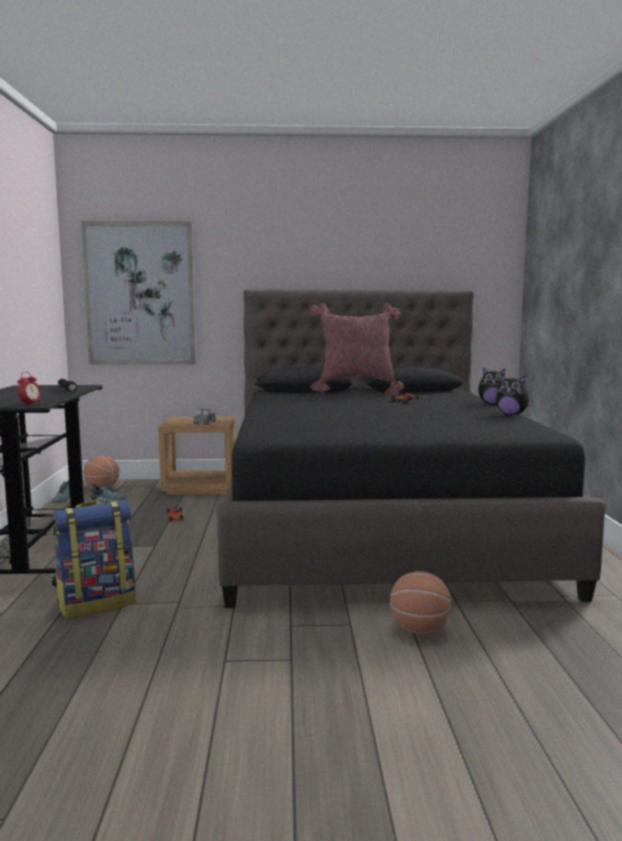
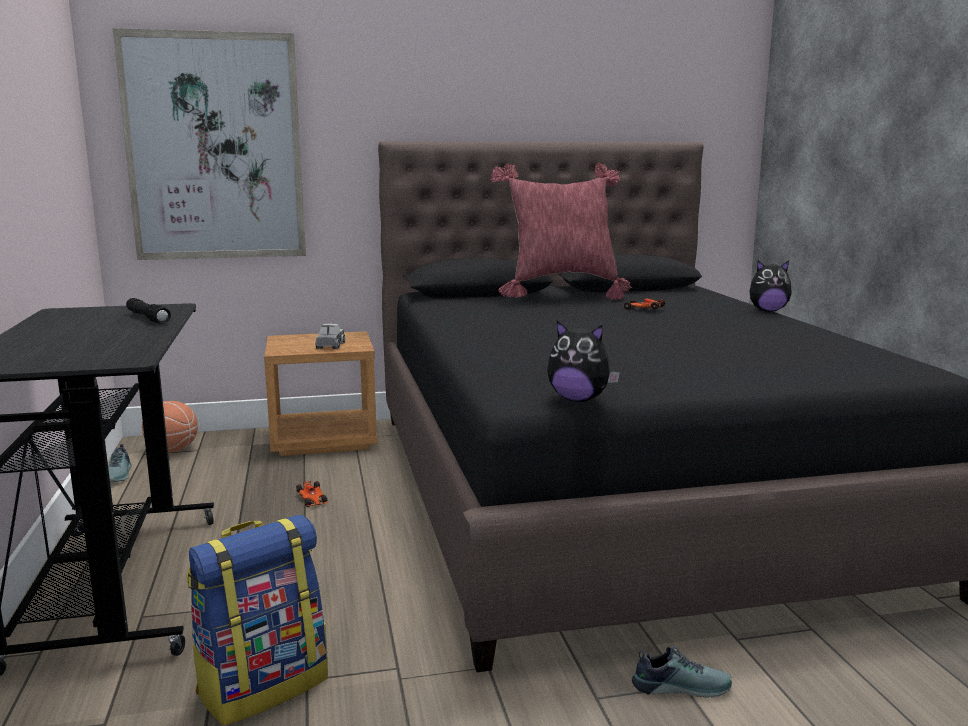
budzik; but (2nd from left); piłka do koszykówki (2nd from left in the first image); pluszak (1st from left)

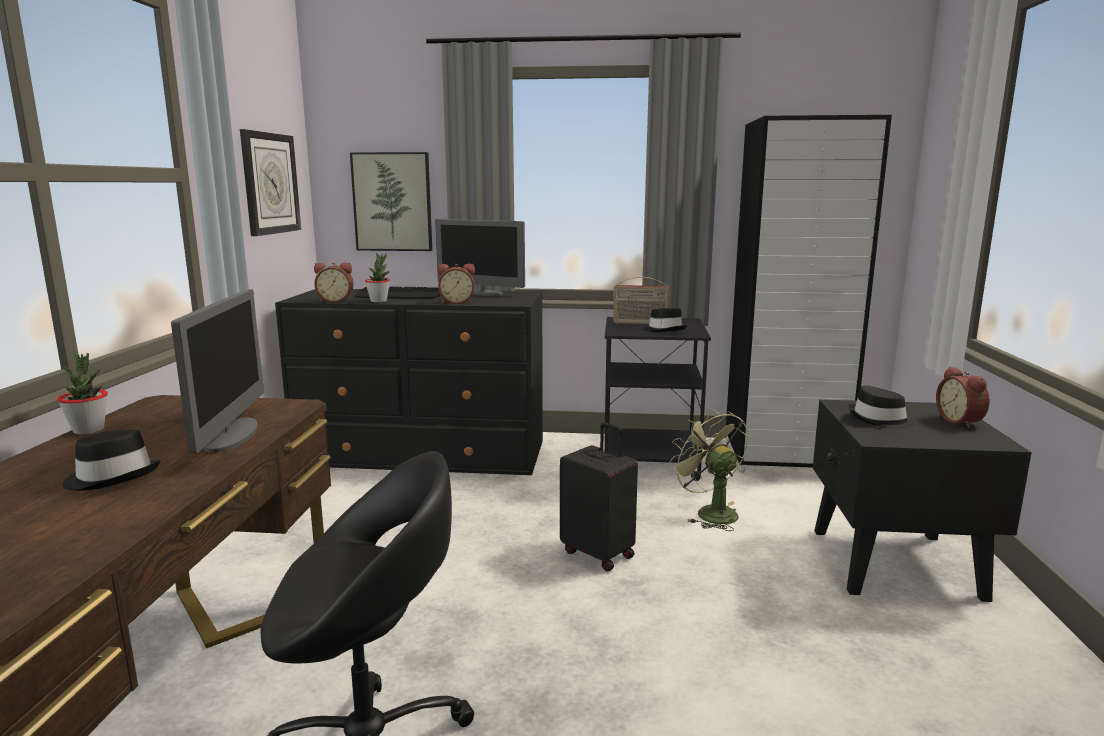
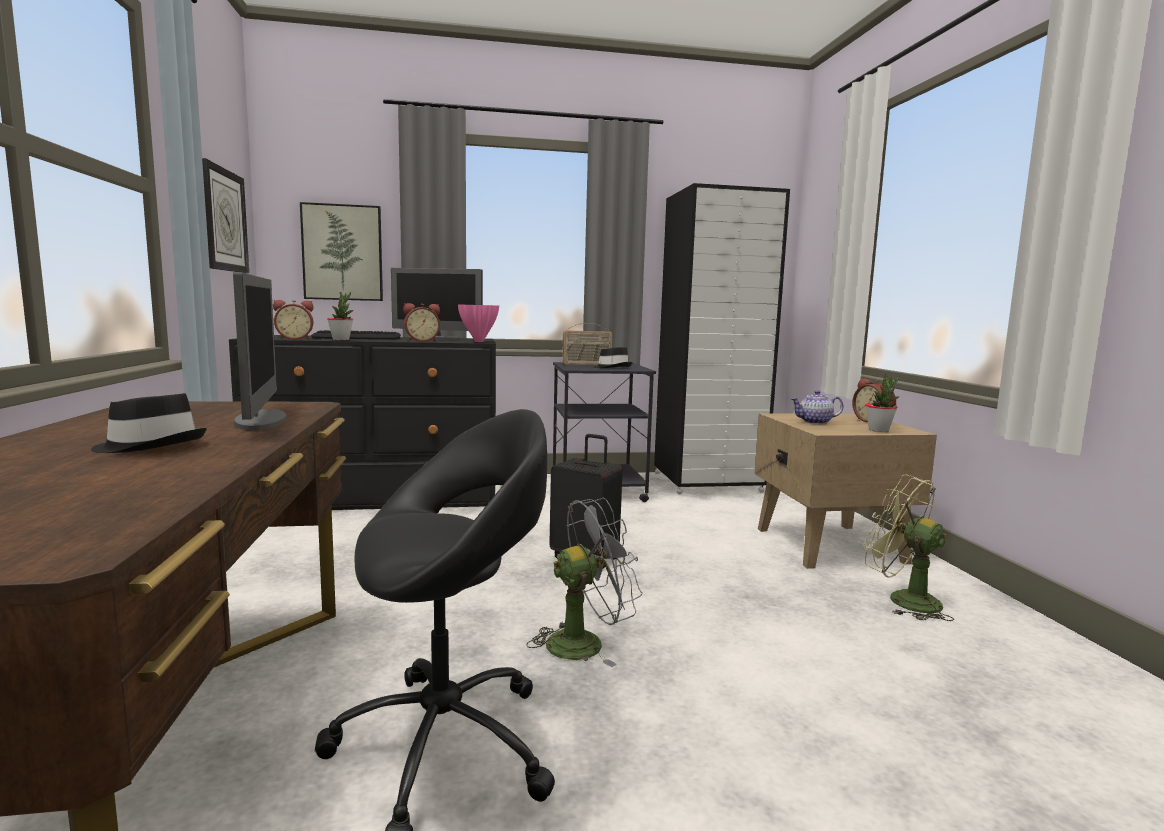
roślina doniczkowa (2nd from left); wentylator (zielony); szafka nocna (beżowy); imbryk; wazon (różowy); wentylator (szary)

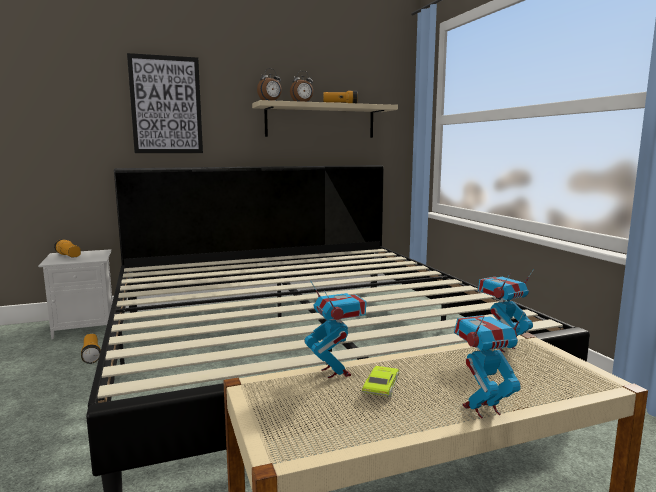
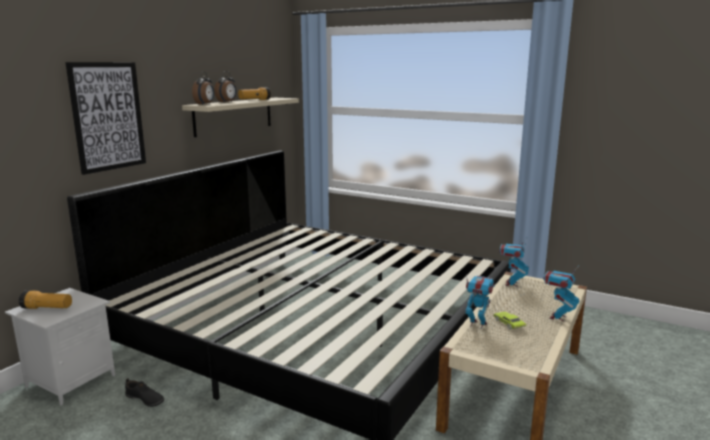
but (czarny)

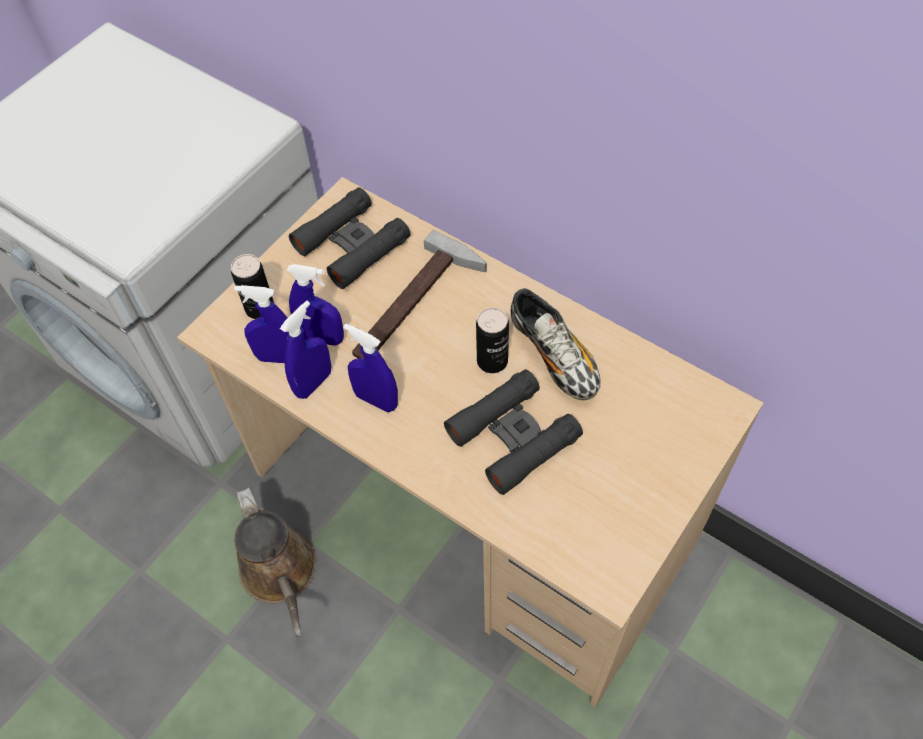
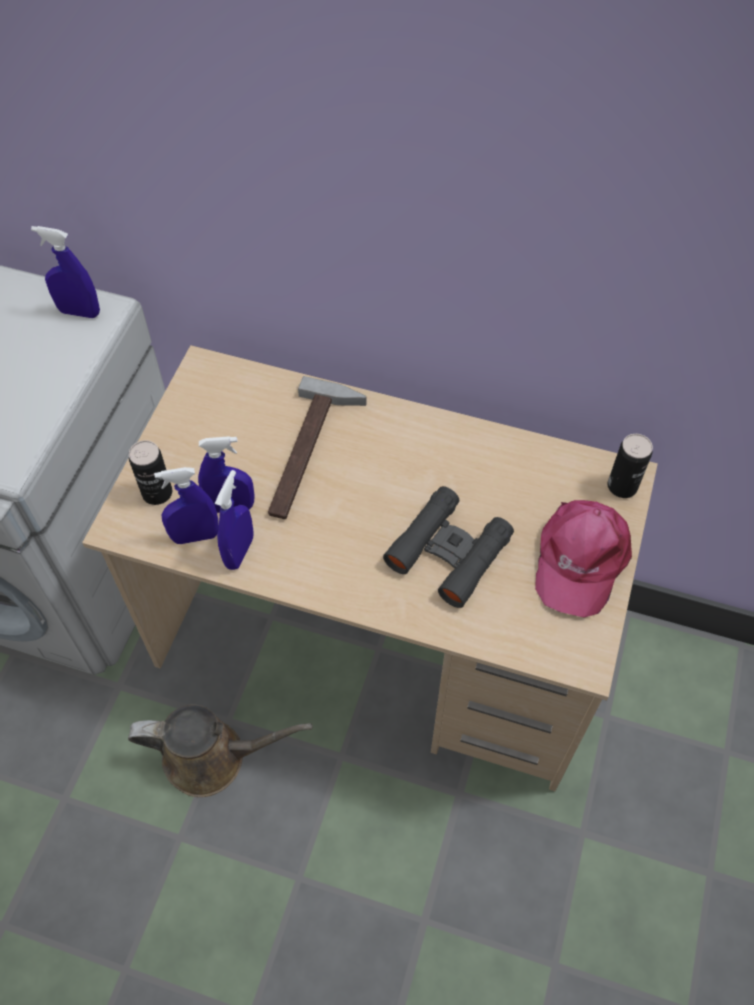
konewka (brązowy); lornetka (czarny) (1st from left in the first image); spryskiwacz (niebieski) (1st from left); puszka (2nd from left); but; czapka z daszkiem (różowy)

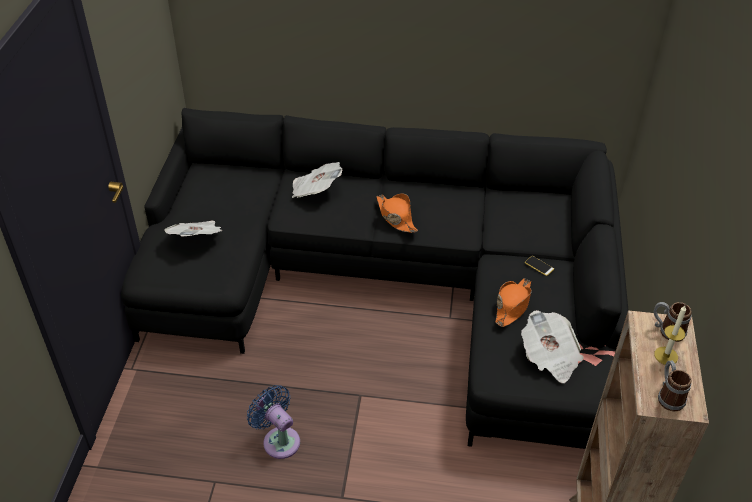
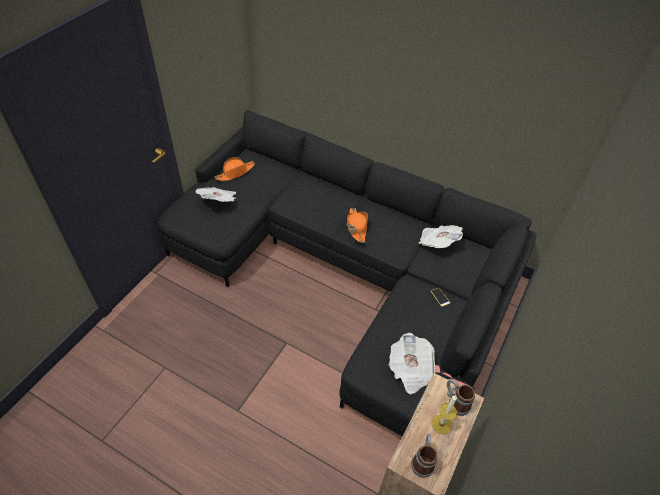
wentylator (niebieski); gazeta (3rd from left); kapelusz (pomarańczowy) (1st from left)

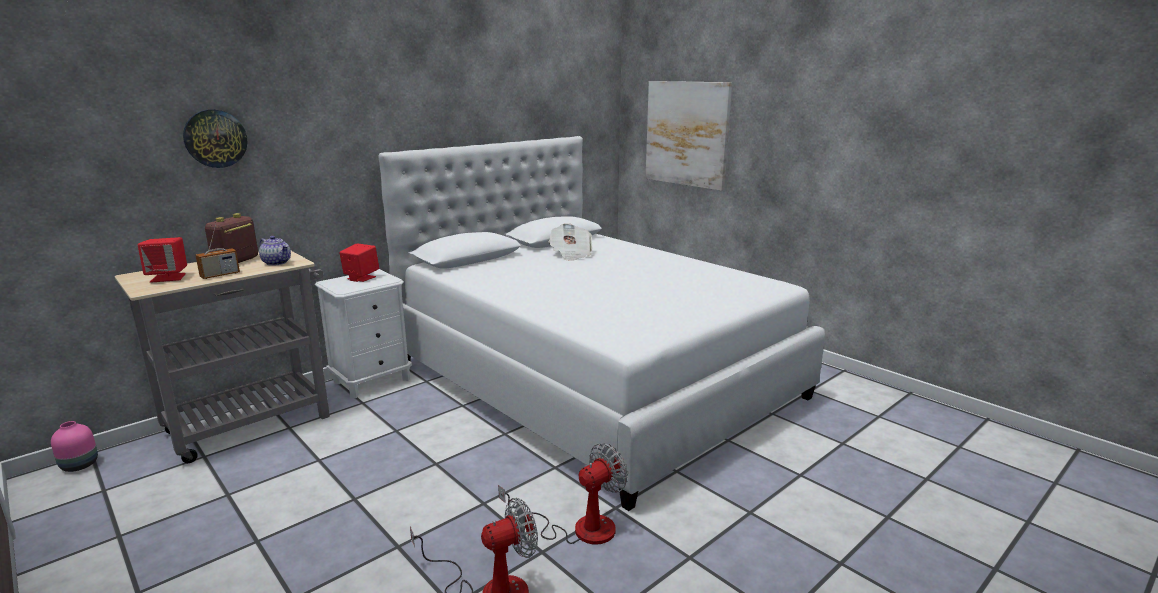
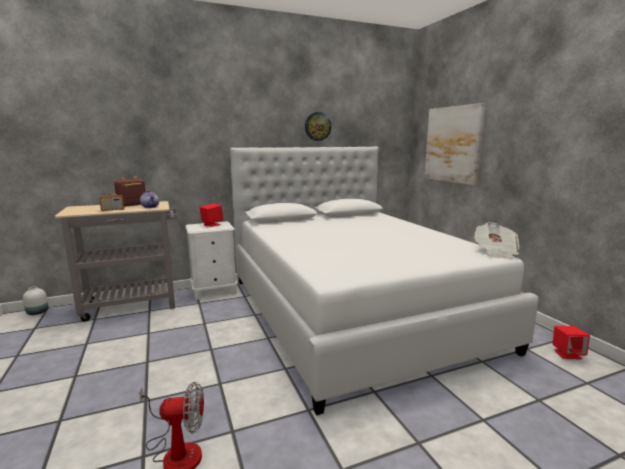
wazon (biały); głośnik (czerwony) (2nd from left); zegar ścienny; wentylator (2nd from left in the first image); gazeta

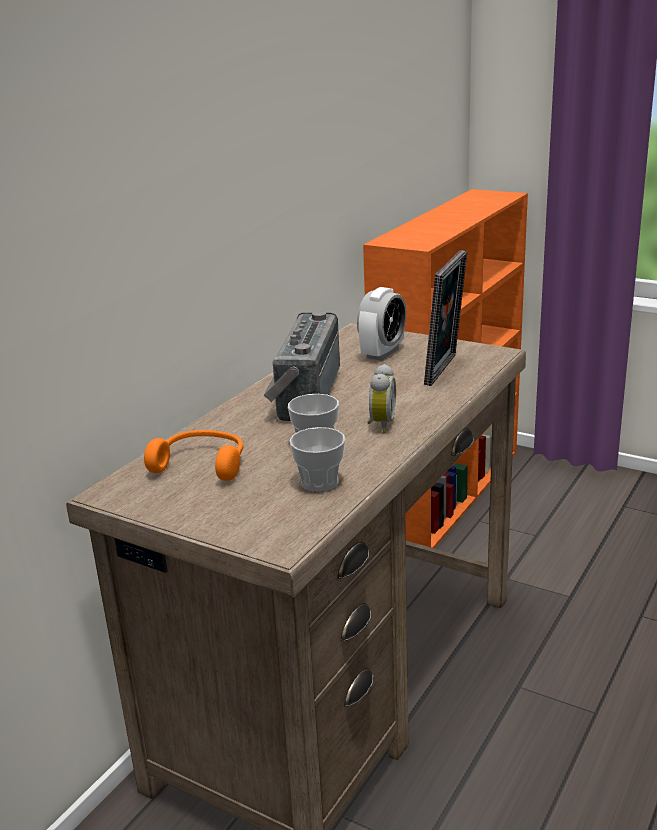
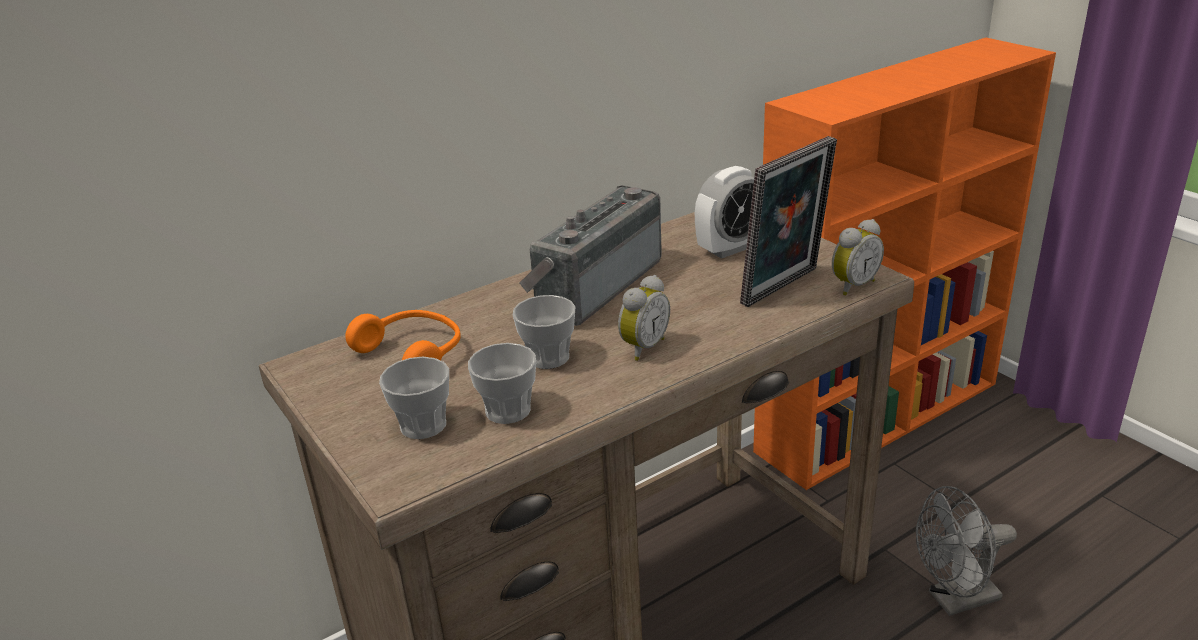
filiżanka (1st from left); budzik (3rd from left); wentylator (szary)

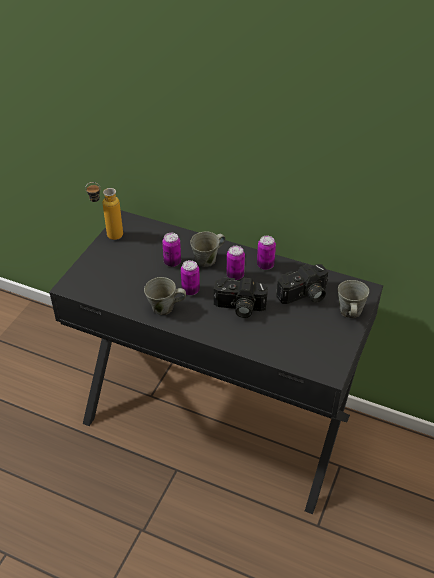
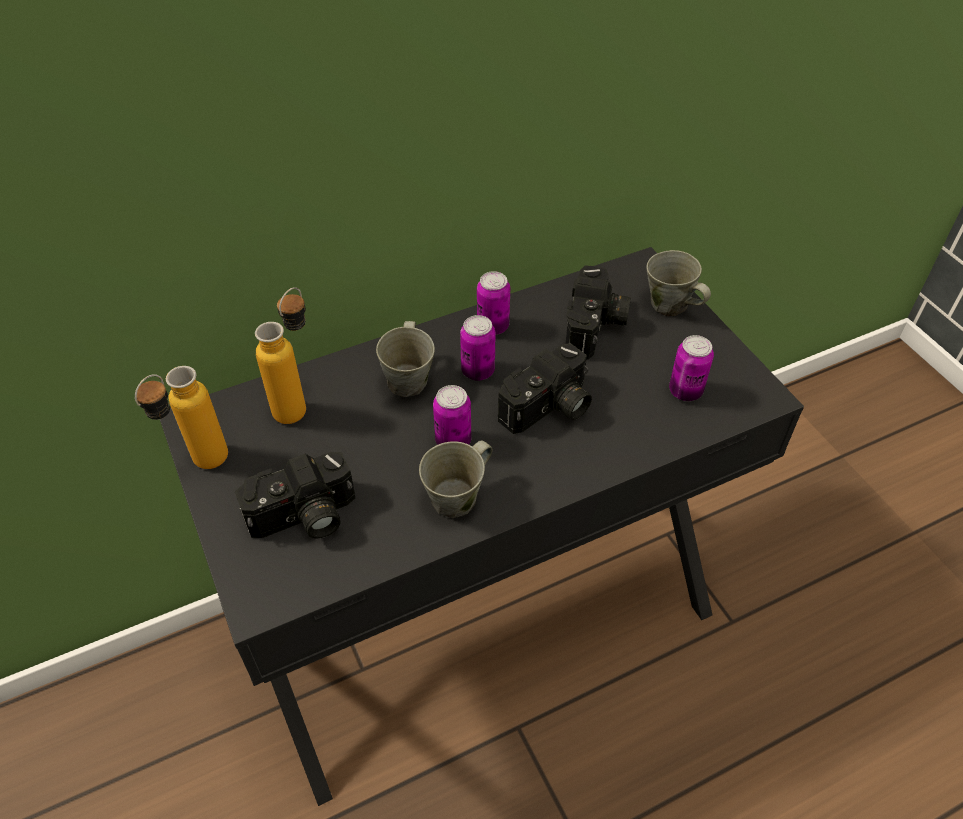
puszka (4th from left); aparat fotograficzny (1st from left); butelka (2nd from left)

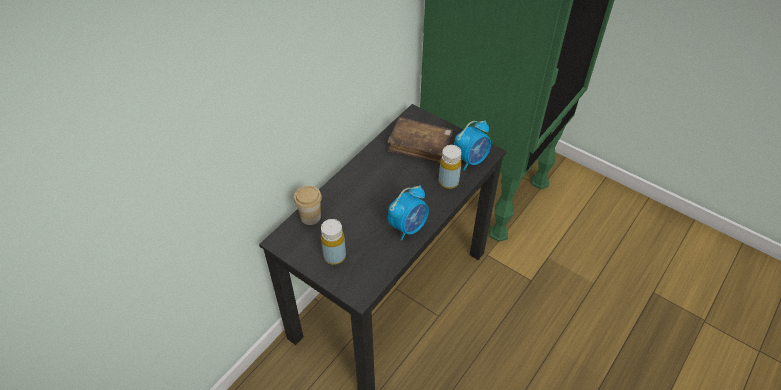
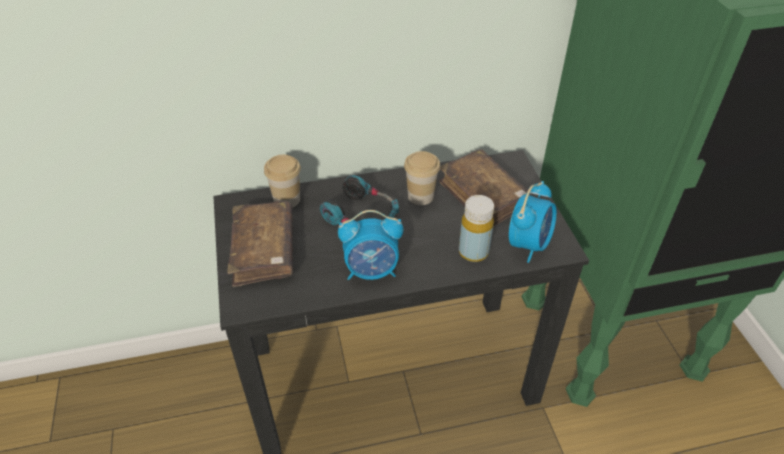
książka (brązowy) (1st from left); budzik (2nd from left); słuchawki; filiżanka (2nd from left)

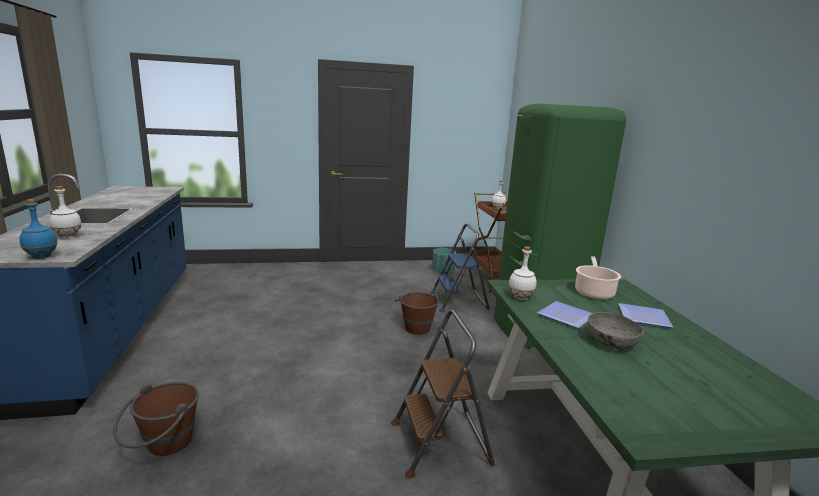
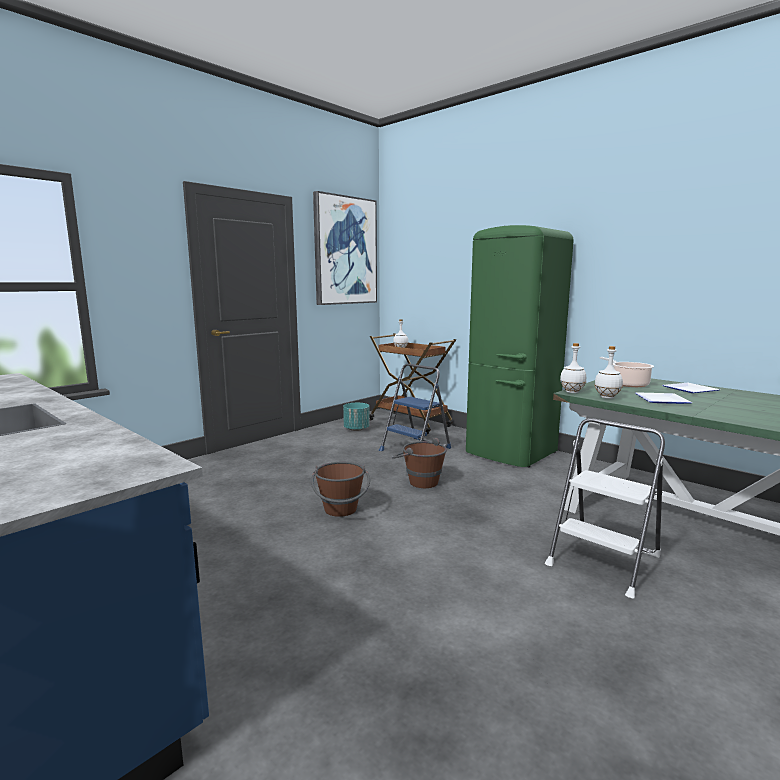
butelka (niebieski); butelka (biały) (2nd from left); wiadro (brązowy) (1st from left); drabinka (biały); miska (szary); obraz

